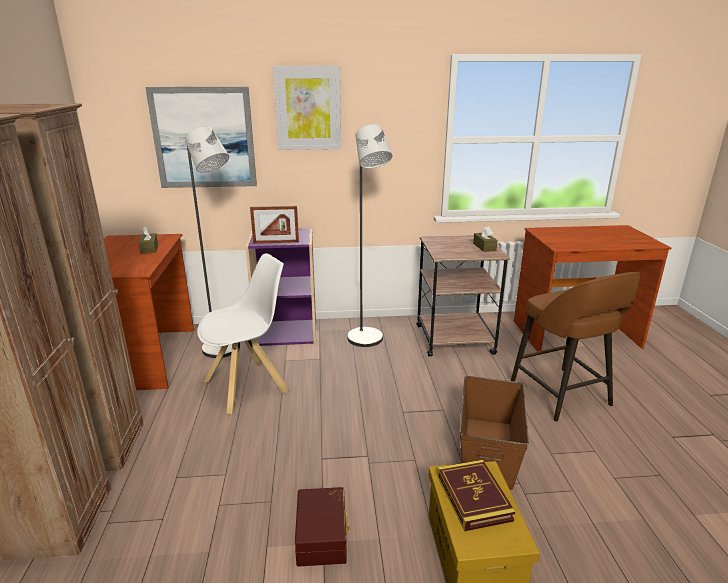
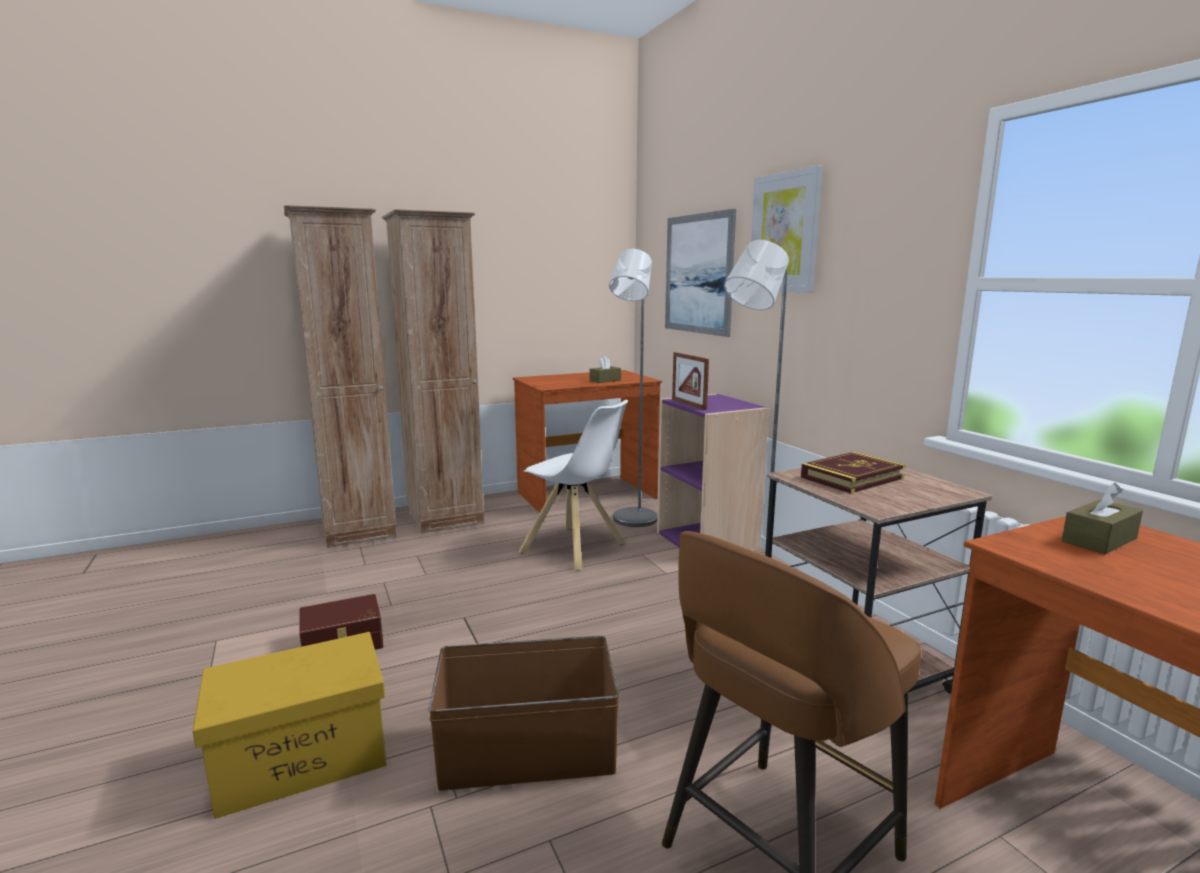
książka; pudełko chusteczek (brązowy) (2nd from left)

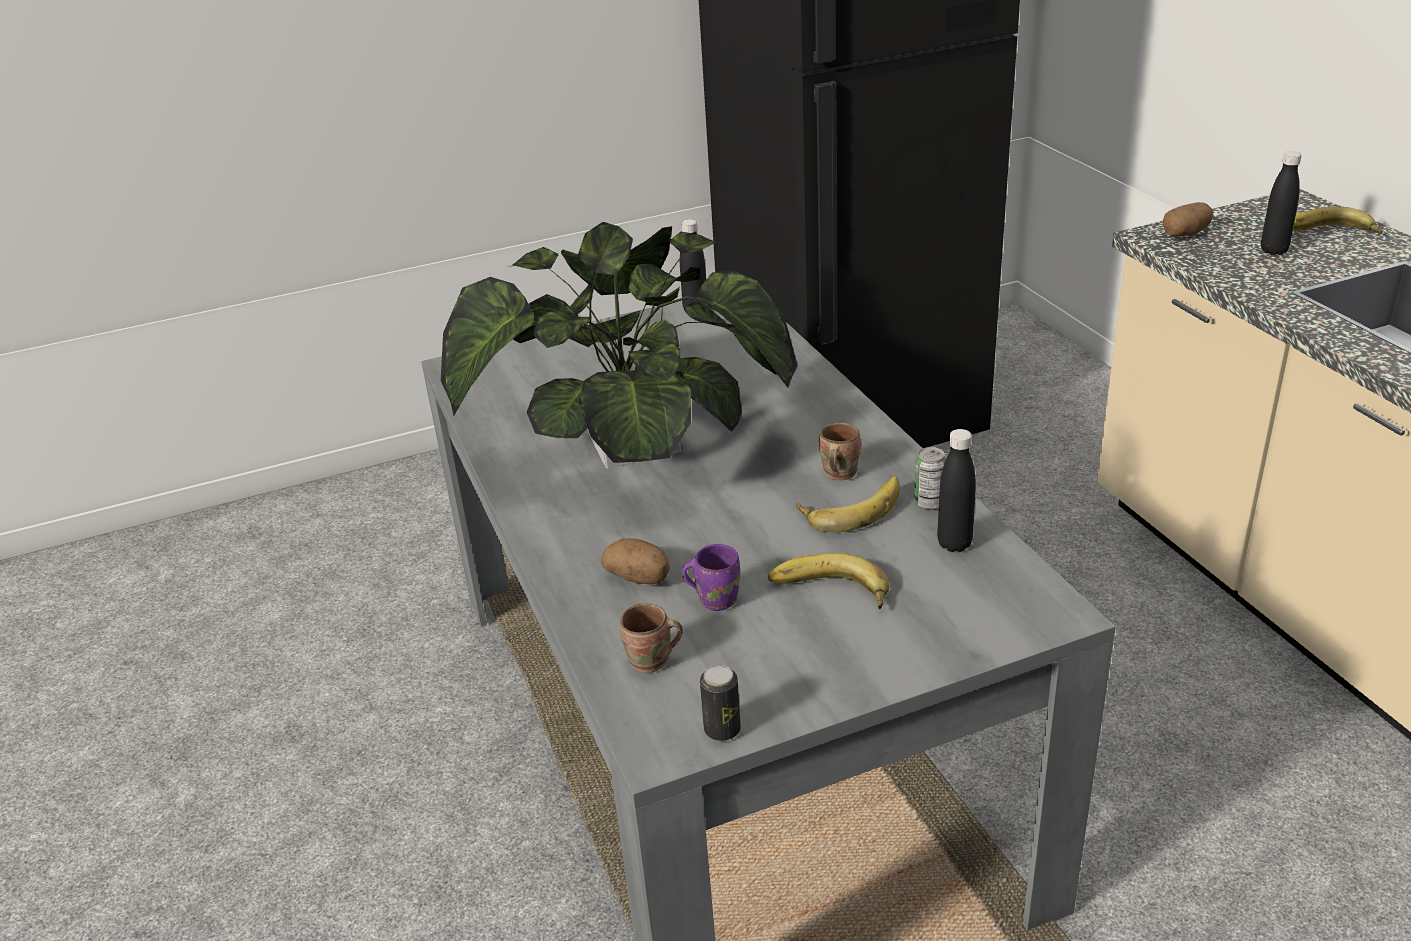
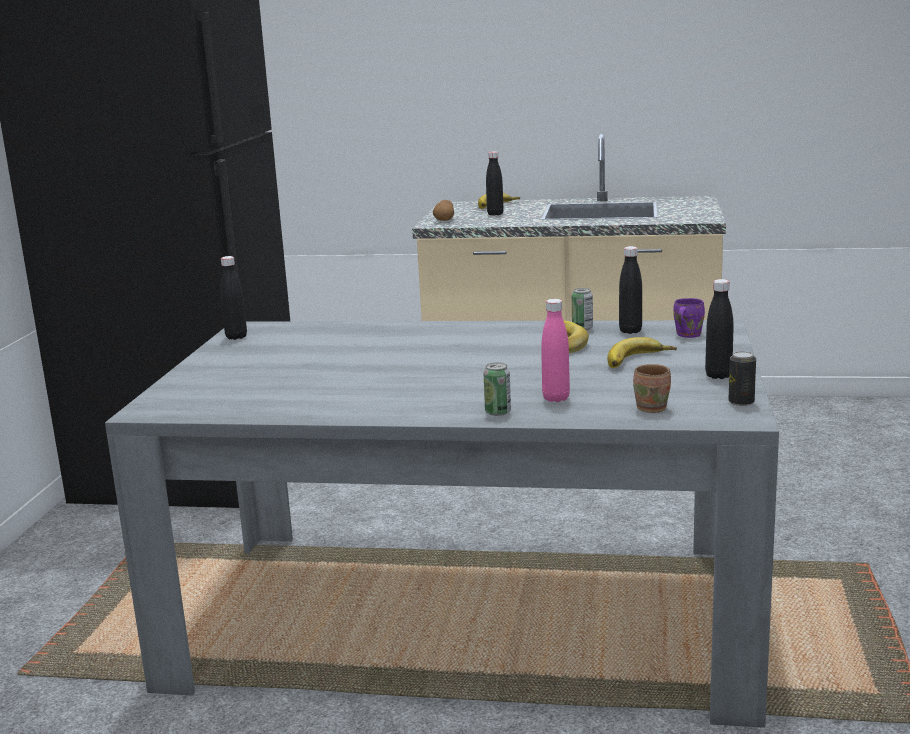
roślina doniczkowa; butelka (różowy); kubek (fioletowy); kubek (brązowy) (2nd from left in the first image); puszka (1st from left); butelka (czarny) (4th from left)

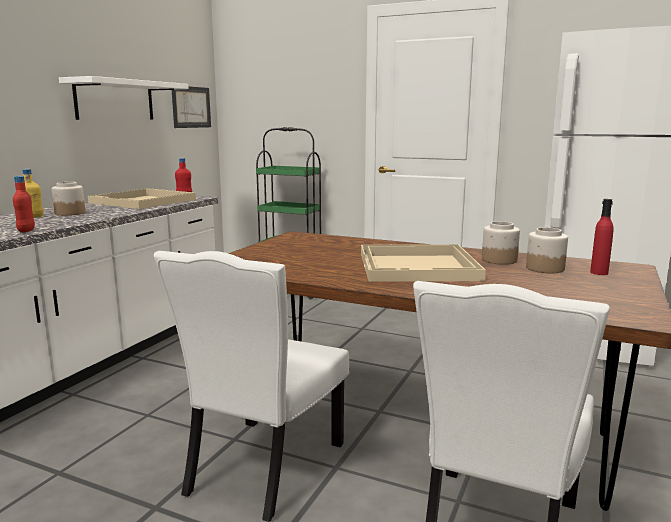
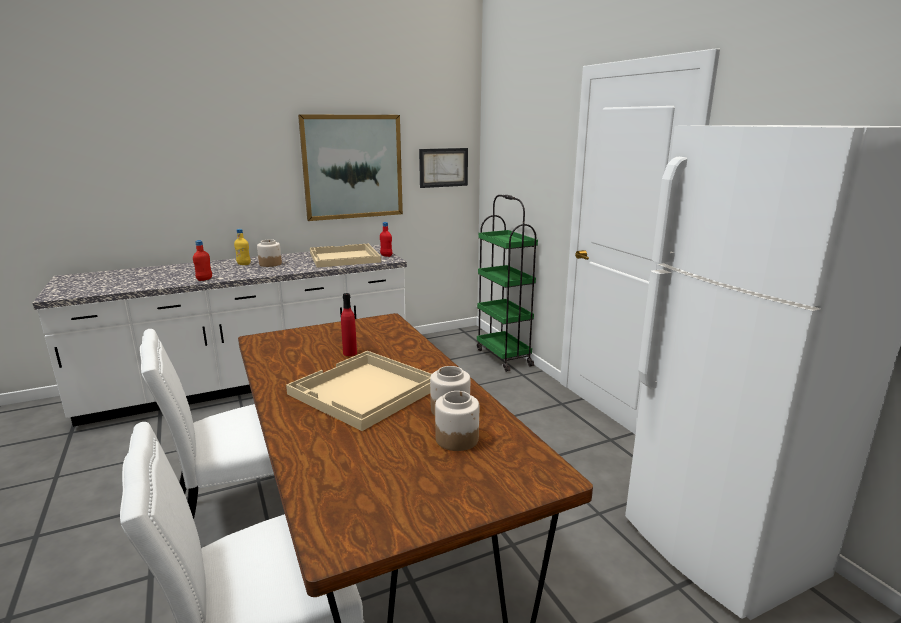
obraz (1st from left); butelka (czerwony) (2nd from left)

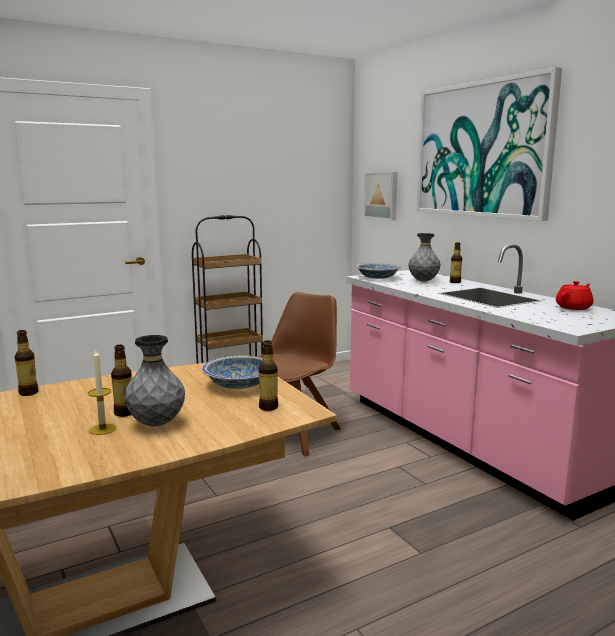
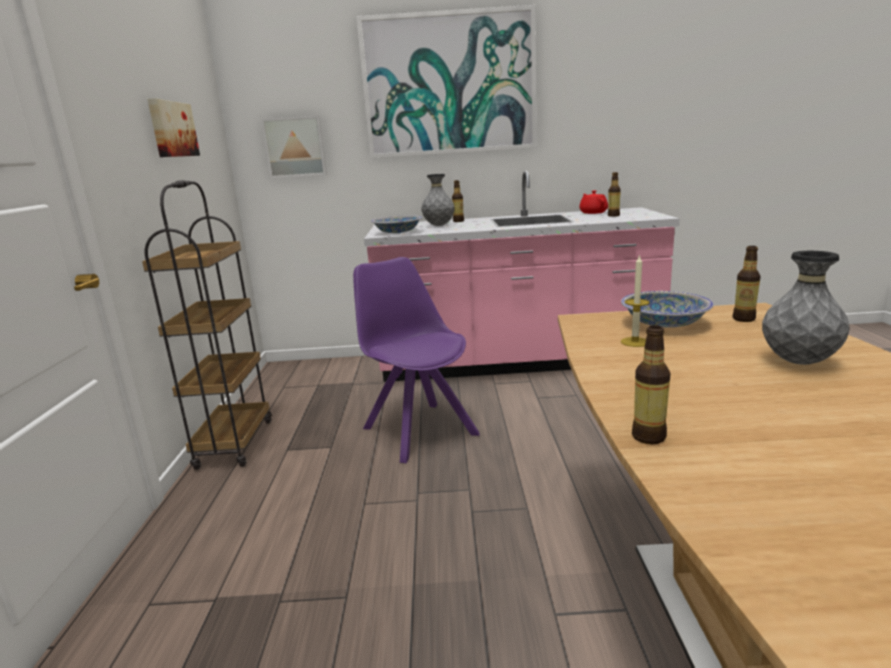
świeca; butelka (2nd from left); krzesło (fioletowy); obraz (1st from left)

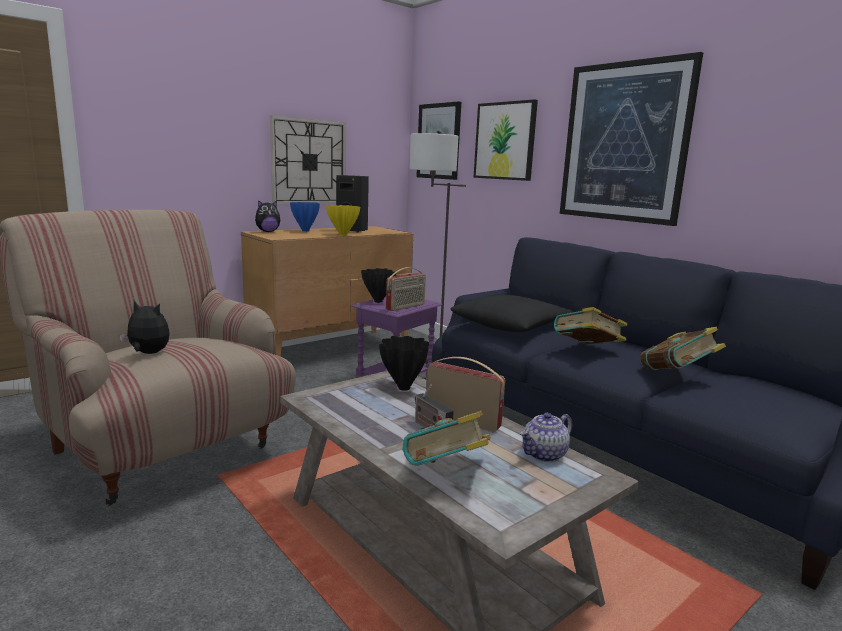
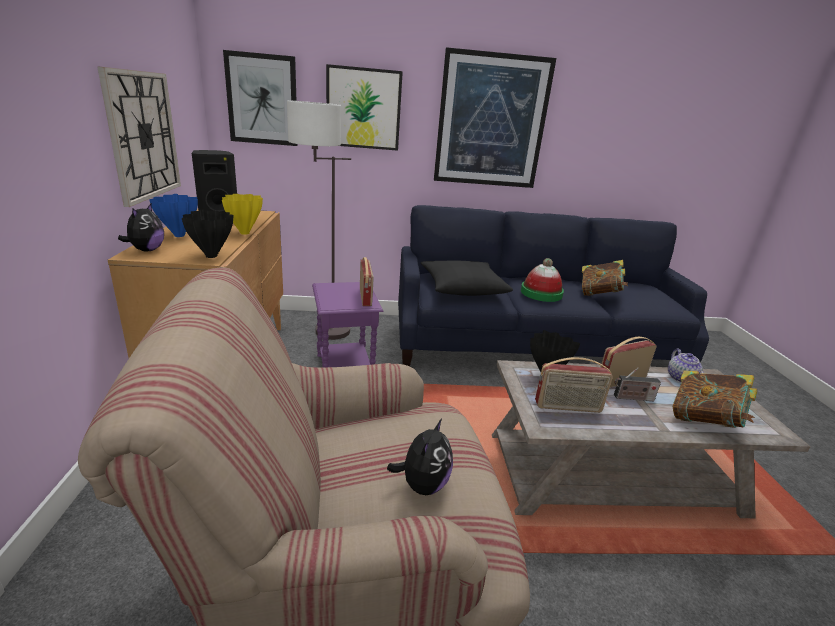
pluszak (2nd from left); wazon (czarny) (1st from left); kapelusz; radio (2nd from left)

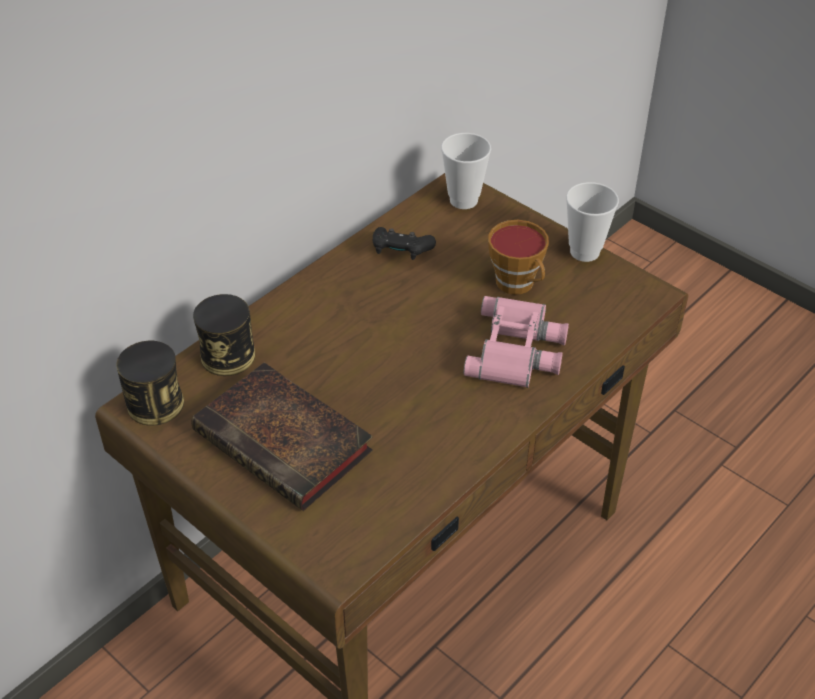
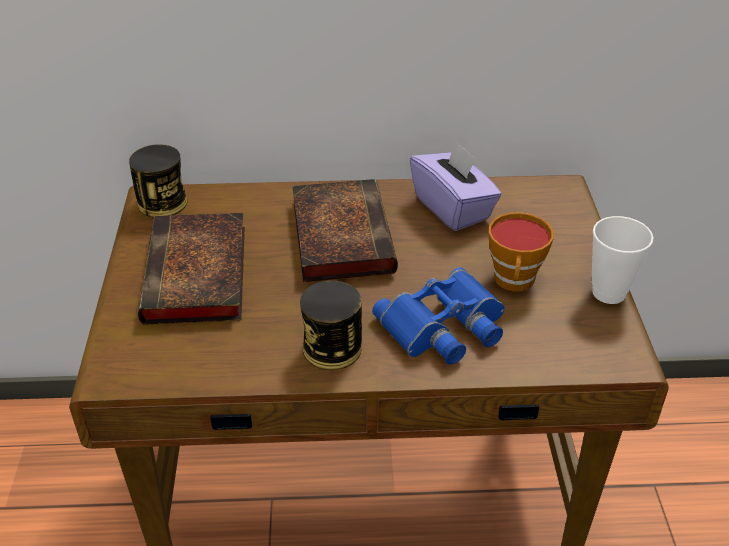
puszka (2nd from left); pudełko chusteczek (fioletowy); filiżanka (1st from left in the first image); lornetka (niebieski); książka (2nd from left)

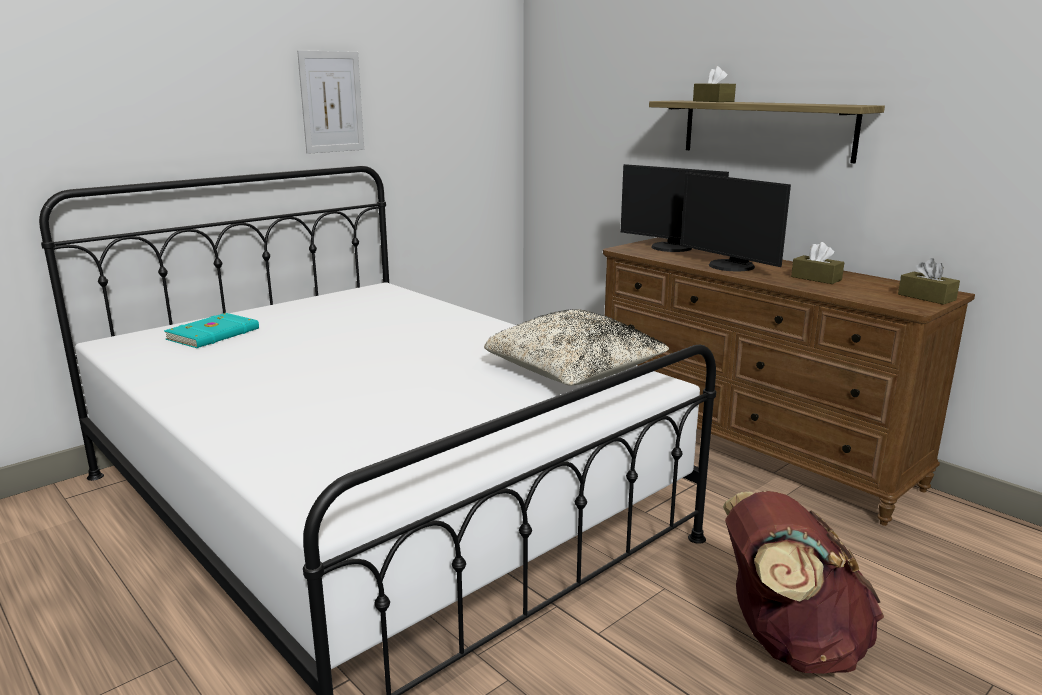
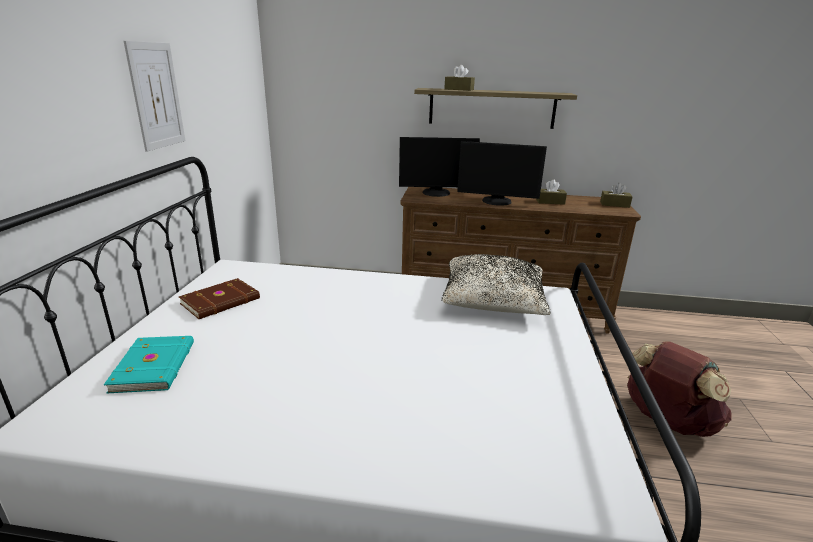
książka (brązowy)

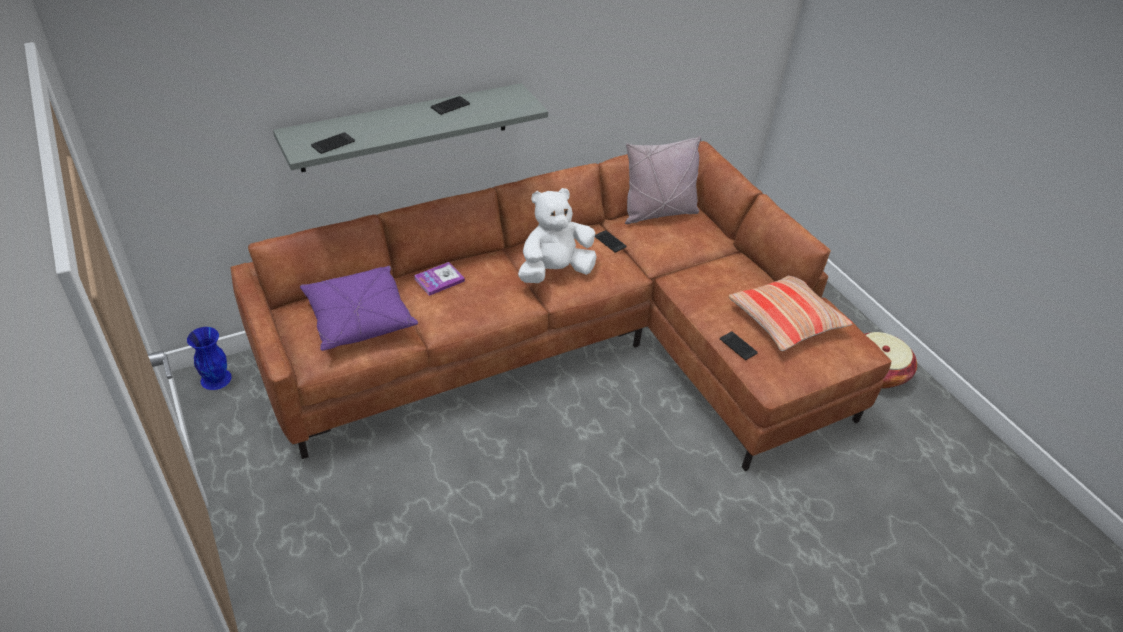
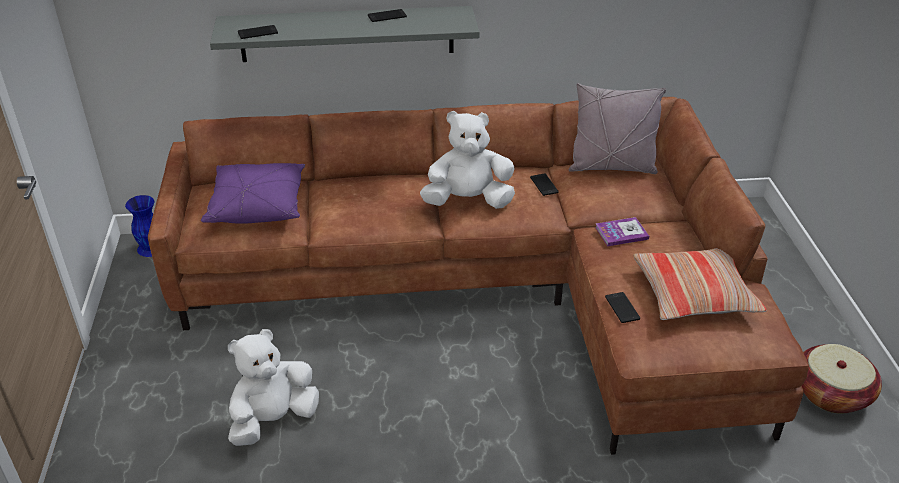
książka; pluszak (biały) (1st from left)

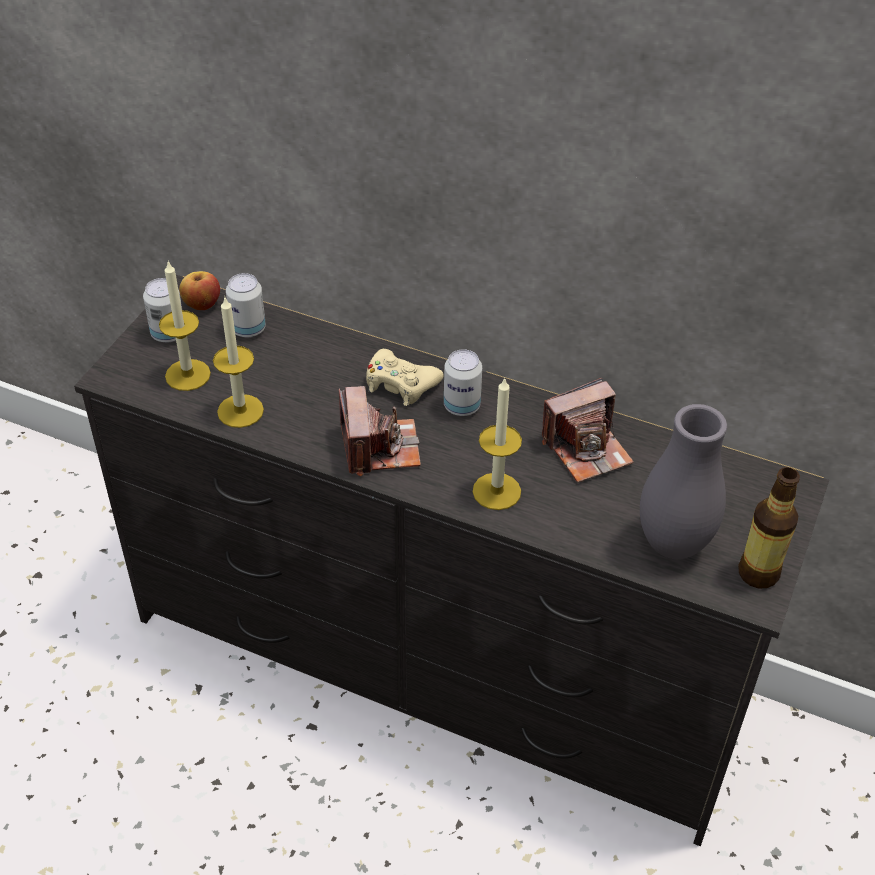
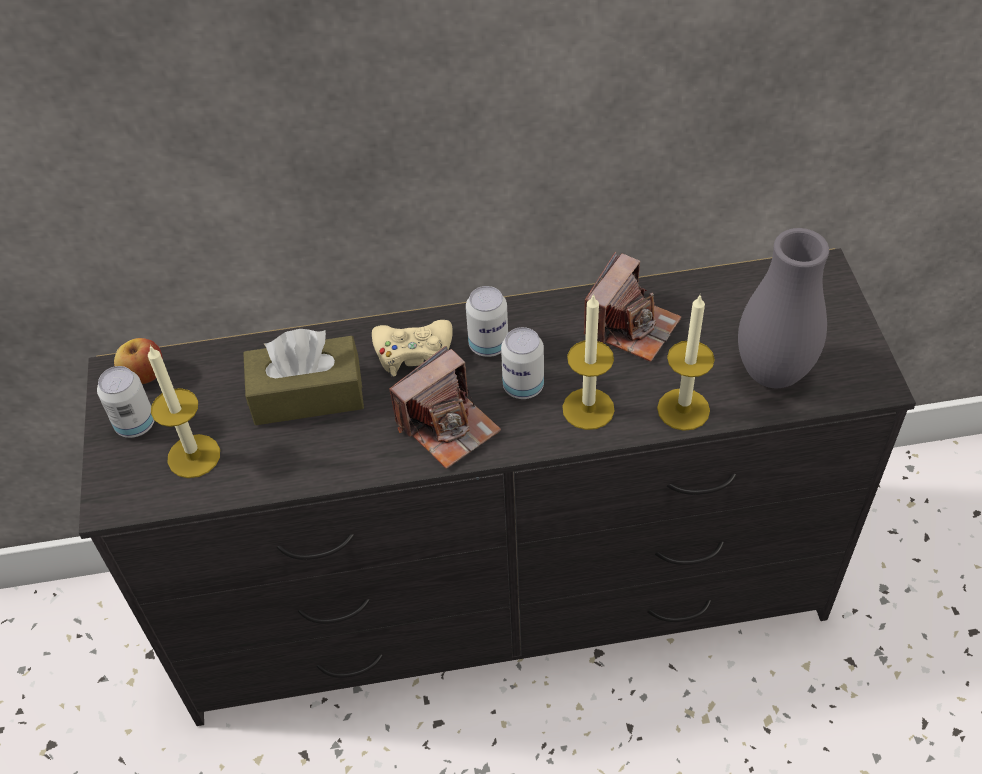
świeca (3rd from left); puszka (3rd from left); aparat fotograficzny (1st from left); butelka; pudełko chusteczek (brązowy)

